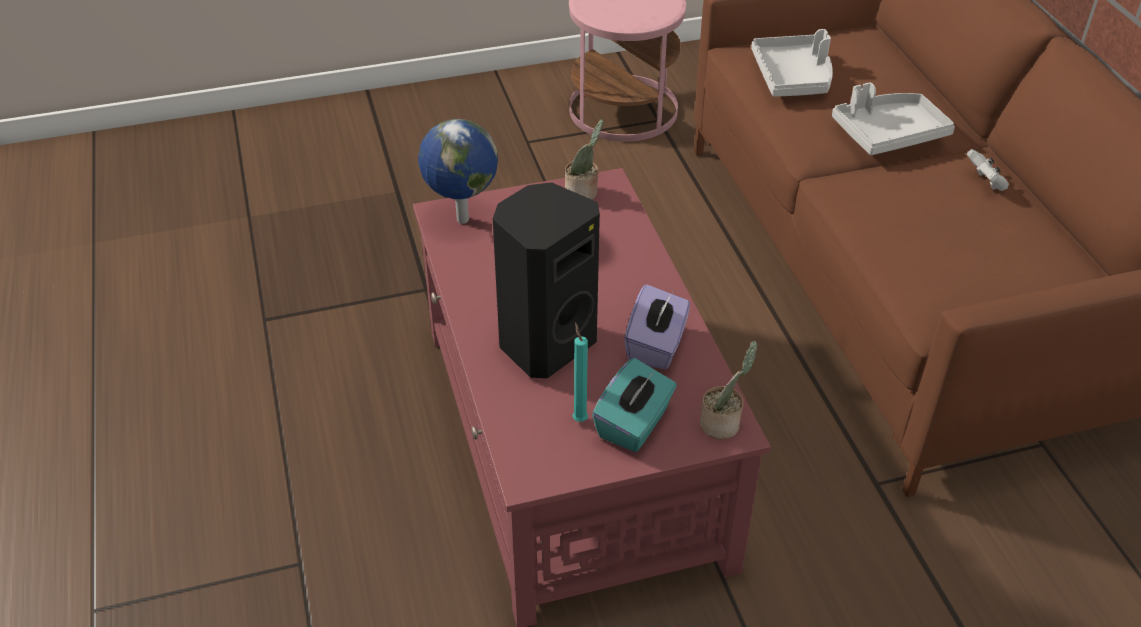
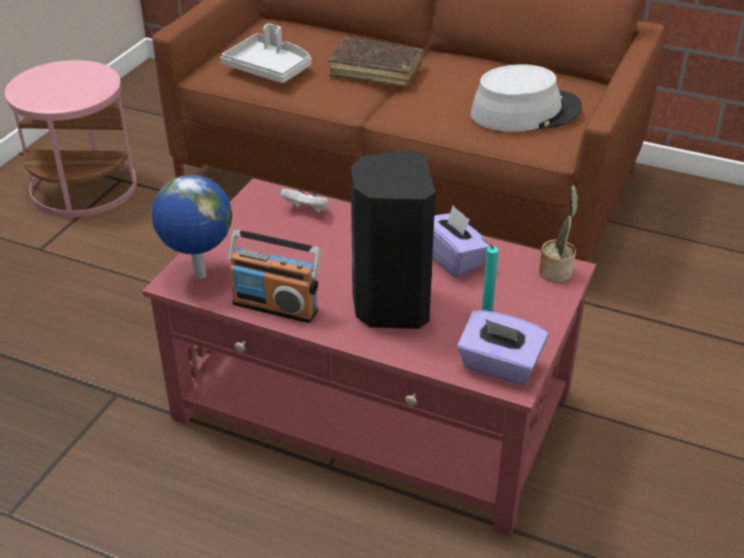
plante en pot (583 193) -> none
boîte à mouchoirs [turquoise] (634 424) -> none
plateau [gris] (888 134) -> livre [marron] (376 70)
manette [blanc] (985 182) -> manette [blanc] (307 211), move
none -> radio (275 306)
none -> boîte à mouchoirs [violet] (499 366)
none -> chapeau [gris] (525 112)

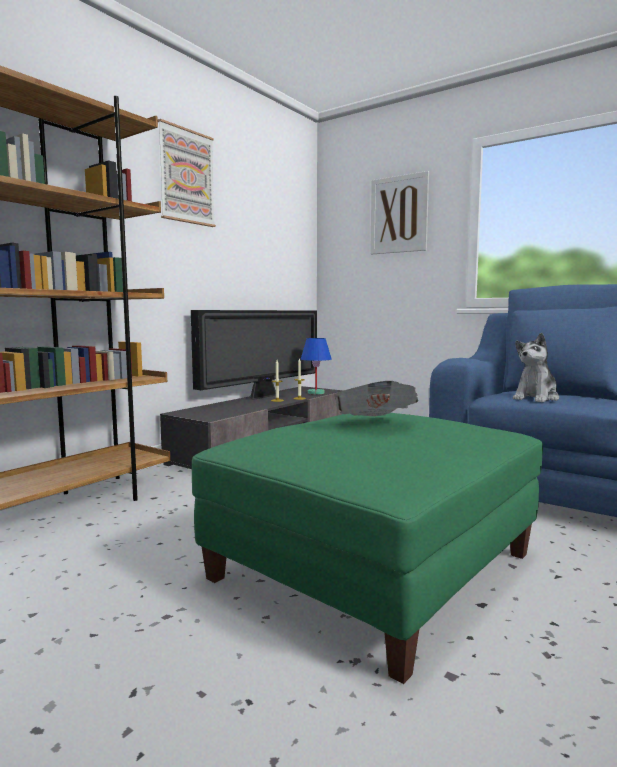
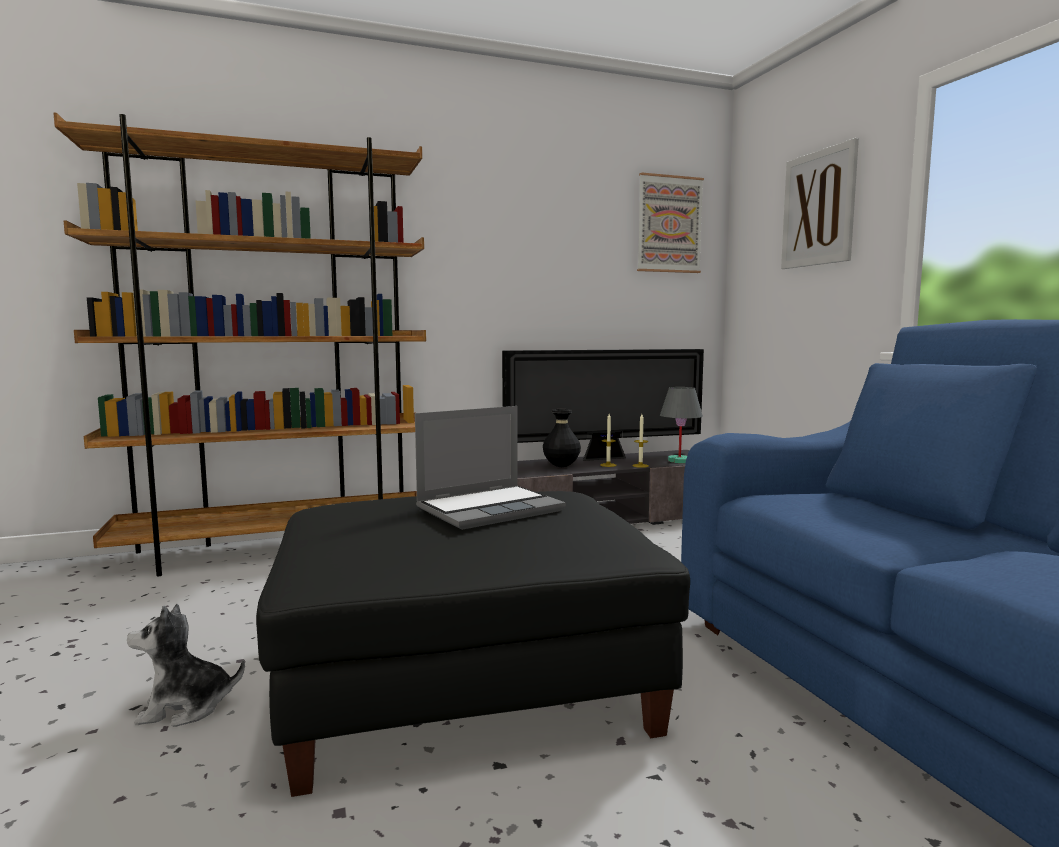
tableau (186 176) -> tableau (669 224), move
pouf [vert] (373 566) -> pouf [noir] (466 681)
lampe de table [bleu] (315 393) -> lampe de table [gris] (679 460)
journal (375 424) -> ordinateur portable (490 509)
peluche (536 398) -> peluche (185 708), move
none -> vase [noir] (561 467)

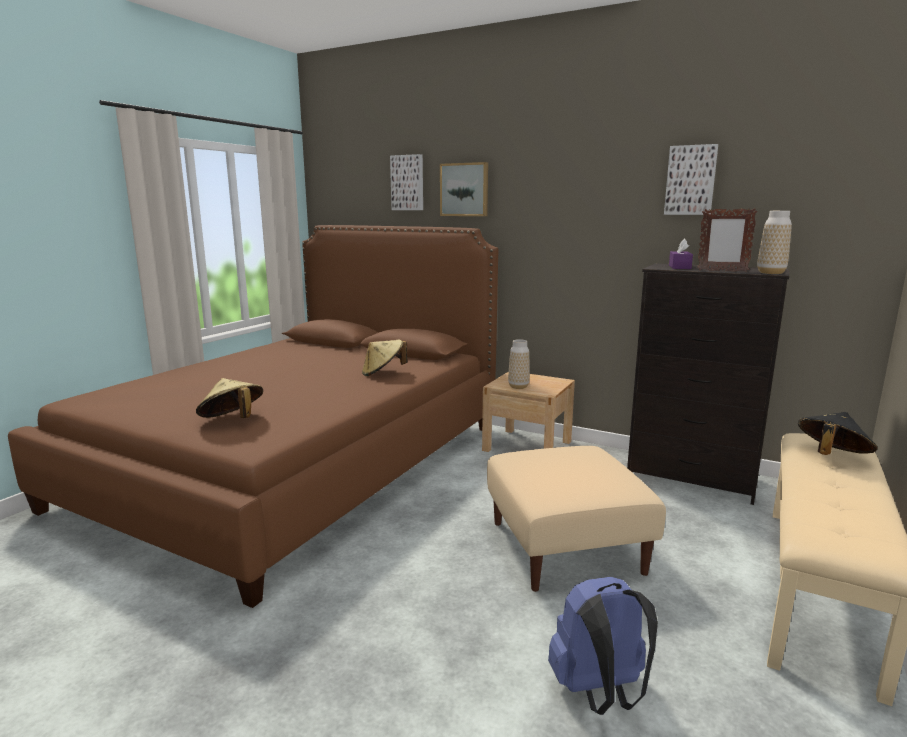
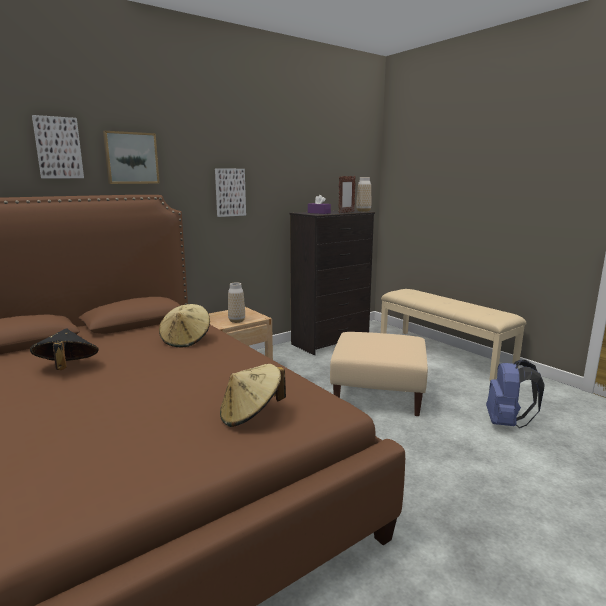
tableau (690 180) -> tableau (229 192), move
chapeau [noir] (831 456) -> chapeau [noir] (67 368), move

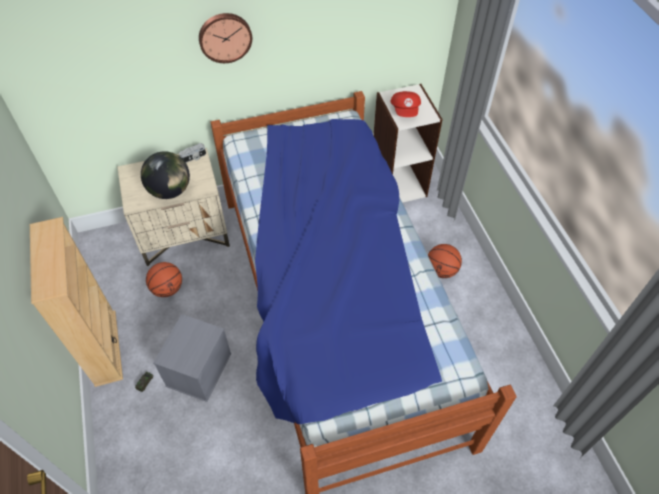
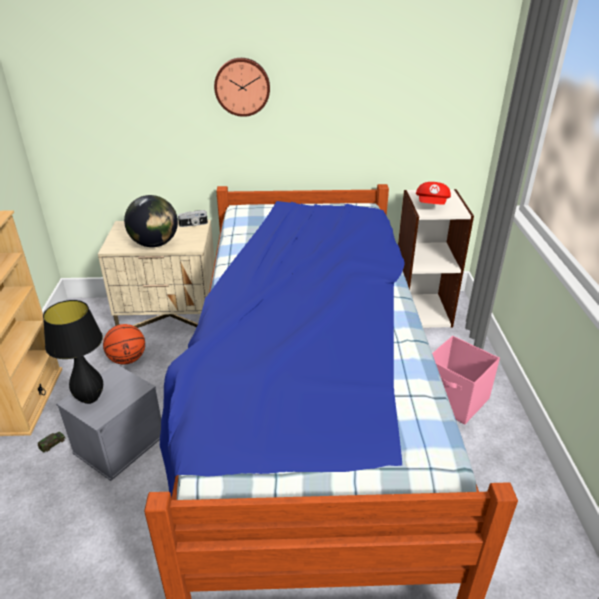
ballon de basket (441 270) -> boîte de rangement [rose] (454 400)
none -> lampe de table [noir] (90 398)

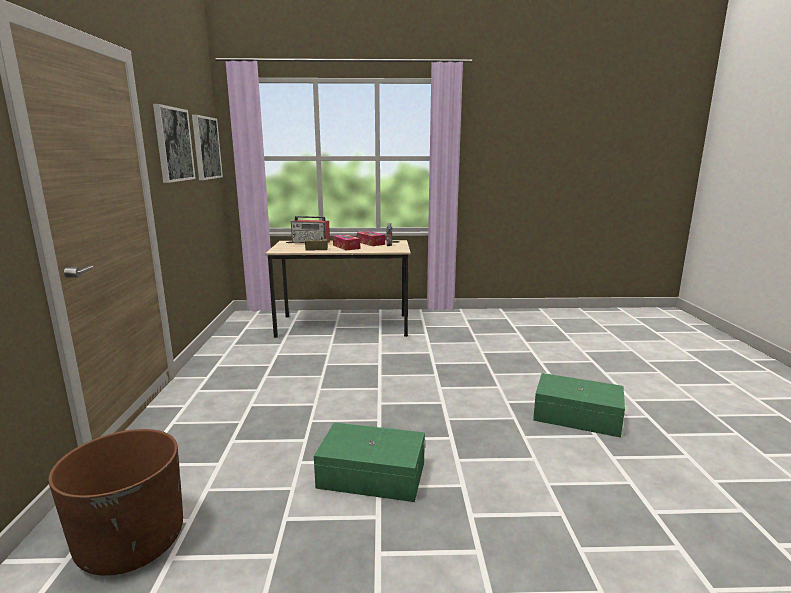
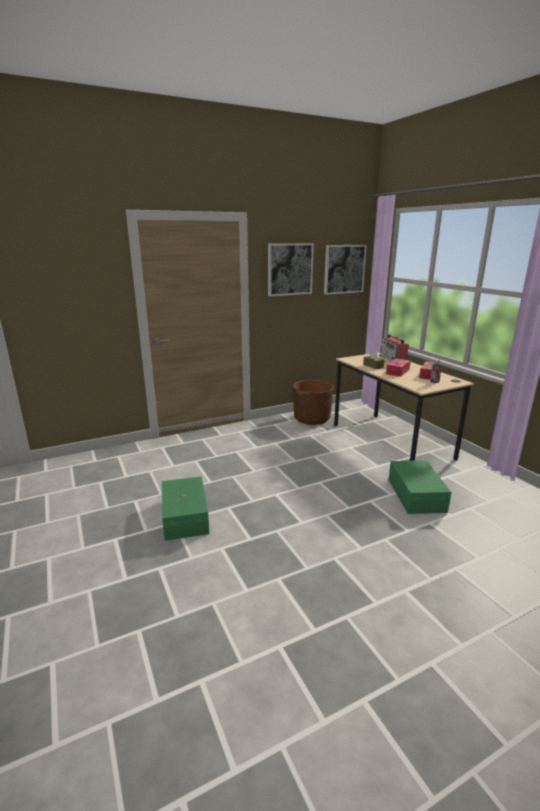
cache-pot [marron] (131 542) -> cache-pot [marron] (311 419), move
boîte de rangement [vert] (576 415) -> boîte de rangement [vert] (417 495), move

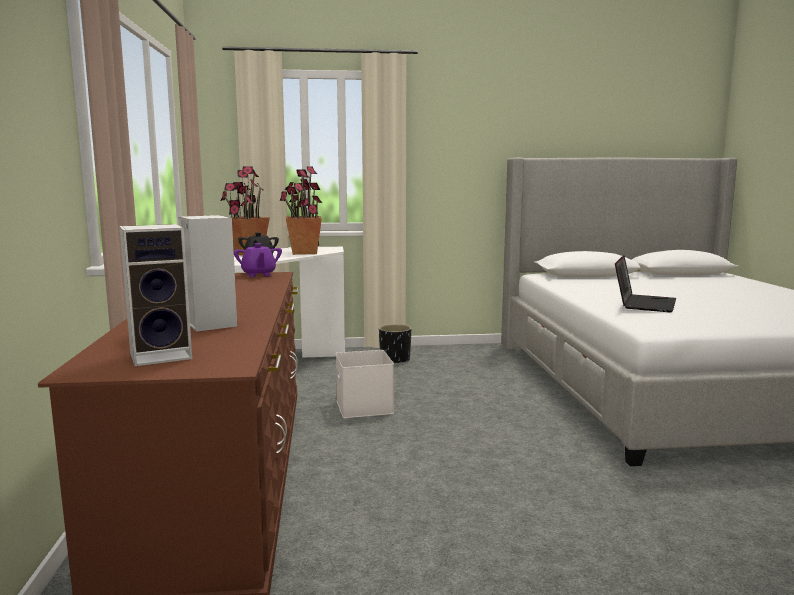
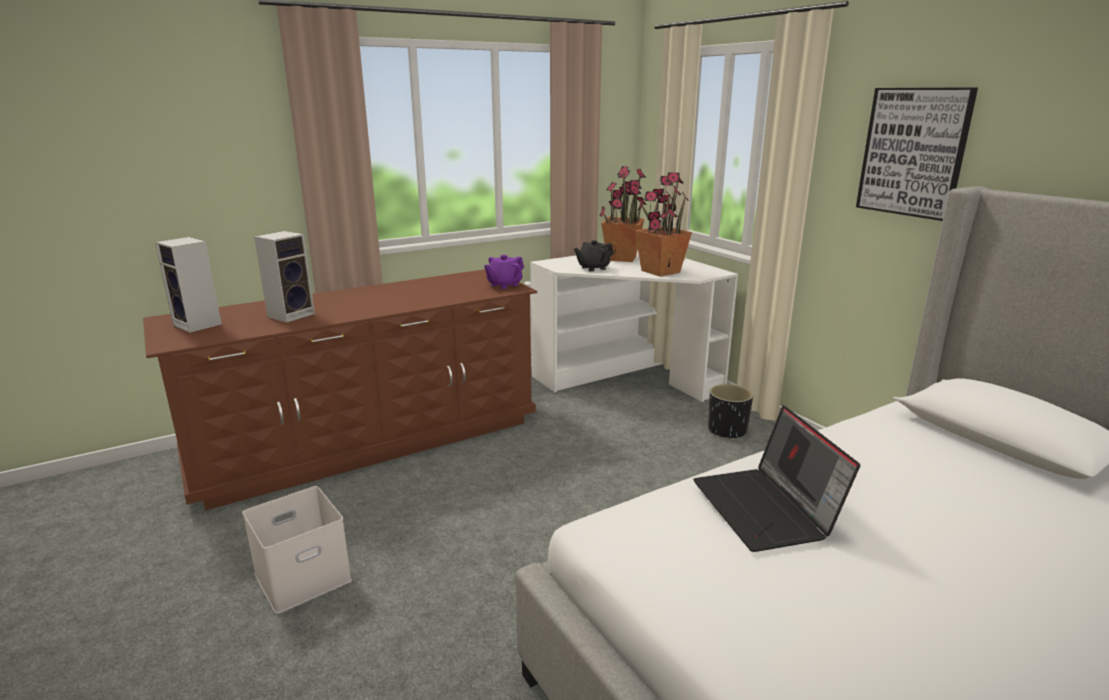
boîte de rangement [blanc] (363 406) -> boîte de rangement [blanc] (304 575), move
ordinateur portable (643 304) -> ordinateur portable (767 509), 75 degrees clockwise
none -> tableau (914 152)

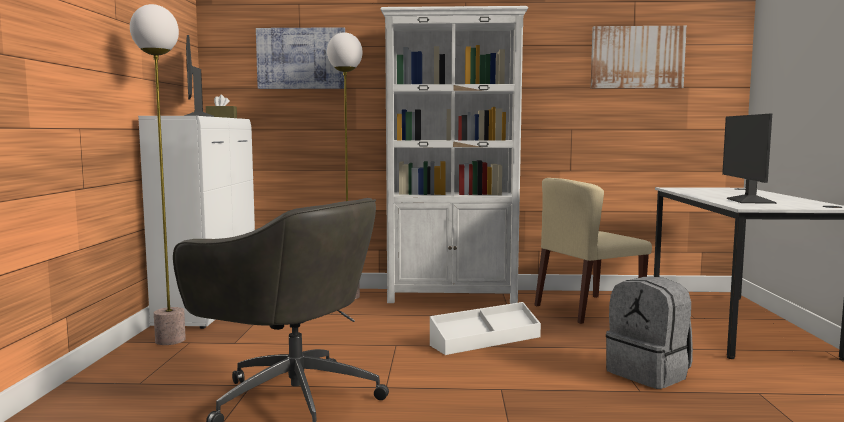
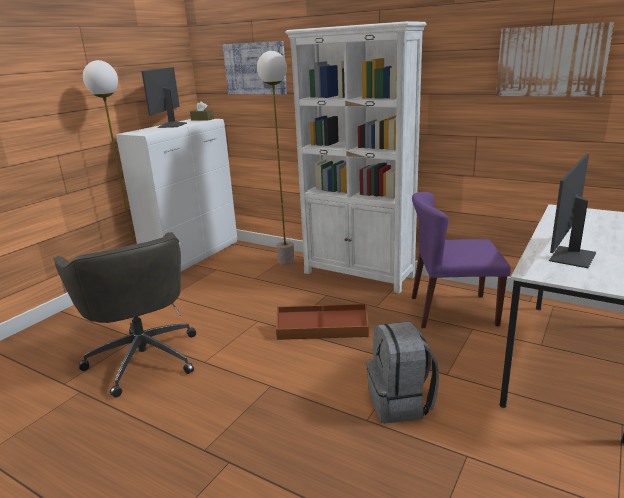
boîte de rangement [blanc] (485 340) -> boîte de rangement [marron] (322 331)
chaise [beige] (588 309) -> chaise [violet] (452 311)

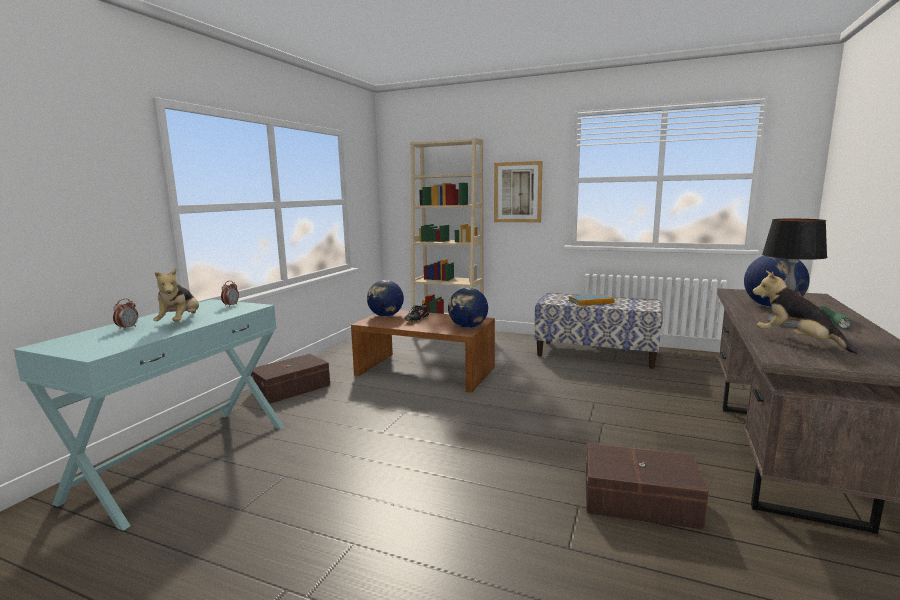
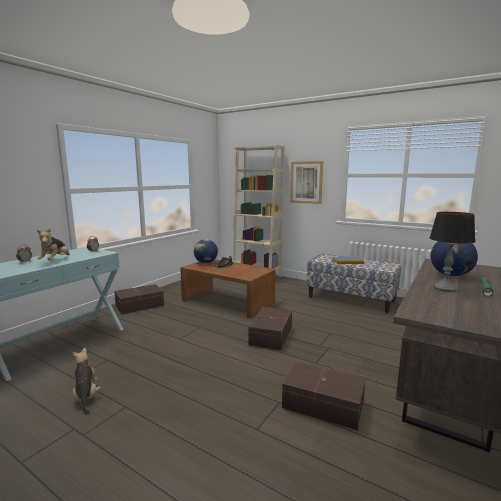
globe (468 327) -> none
peluche (797 342) -> peluche (86 396), move
none -> boîte de rangement [marron] (270 336)

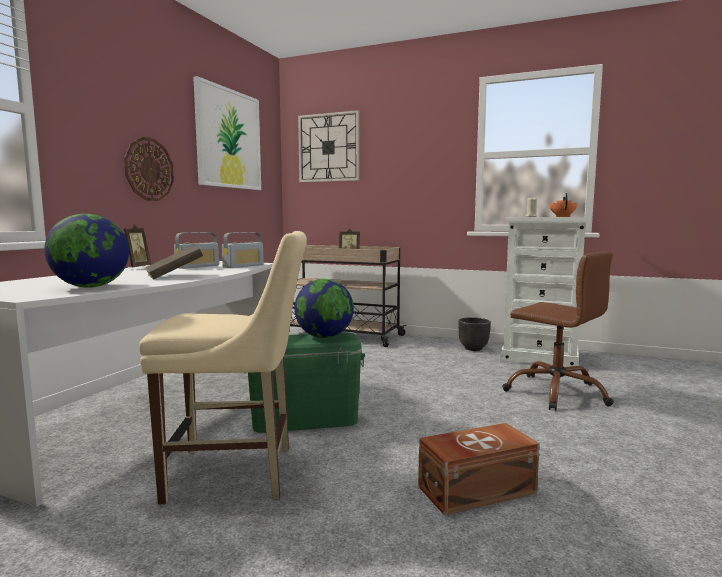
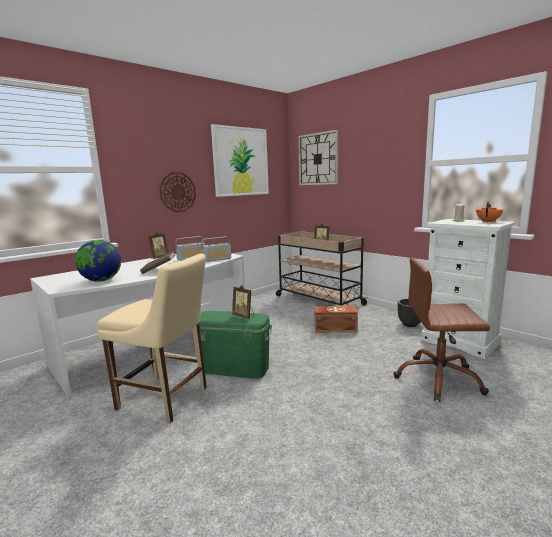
globe (324 337) -> cadre photo (244 316)
boîte de rangement [marron] (474 489) -> boîte de rangement [marron] (334 328), move
chaise de bureau [marron] (556 392) -> chaise de bureau [marron] (438 379), 120 degrees clockwise

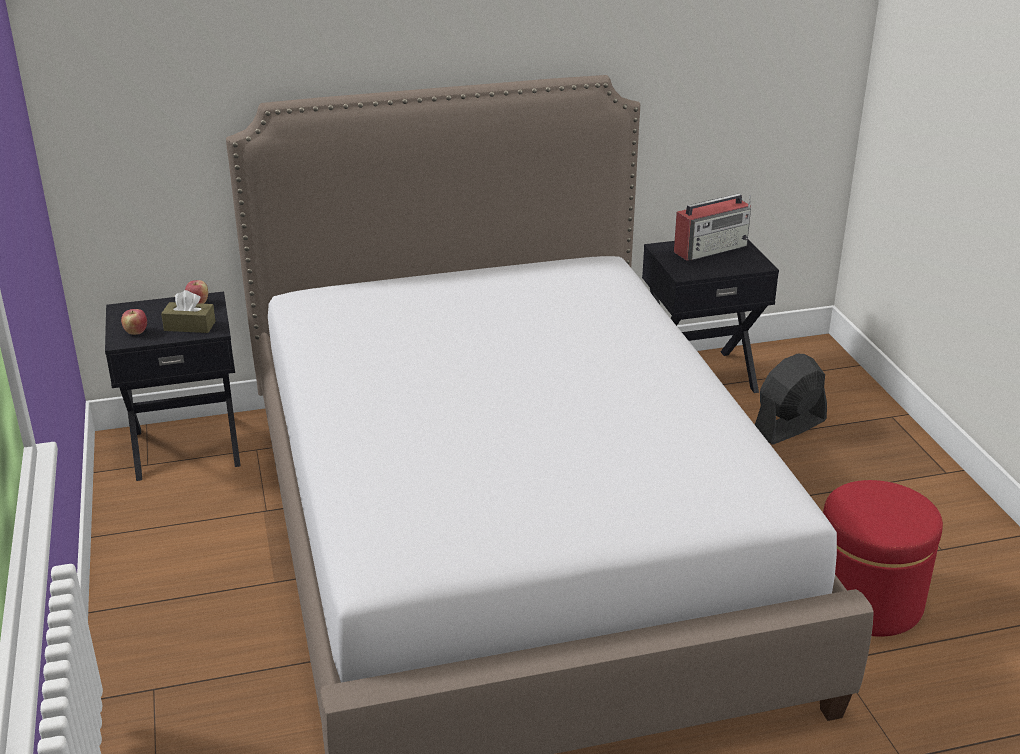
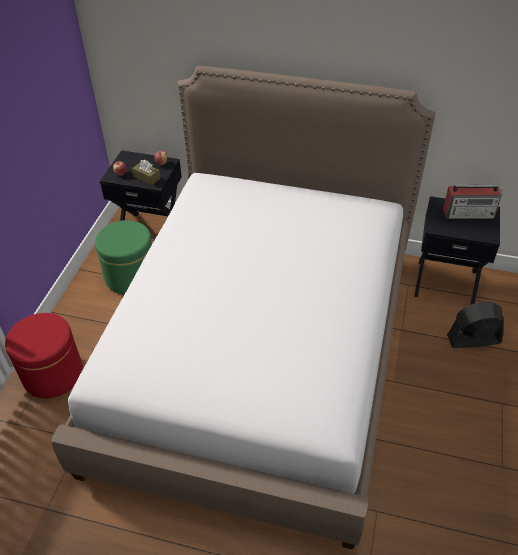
pouf [rouge] (866 601) -> pouf [rouge] (53 374), move
none -> pouf [vert] (131 276)

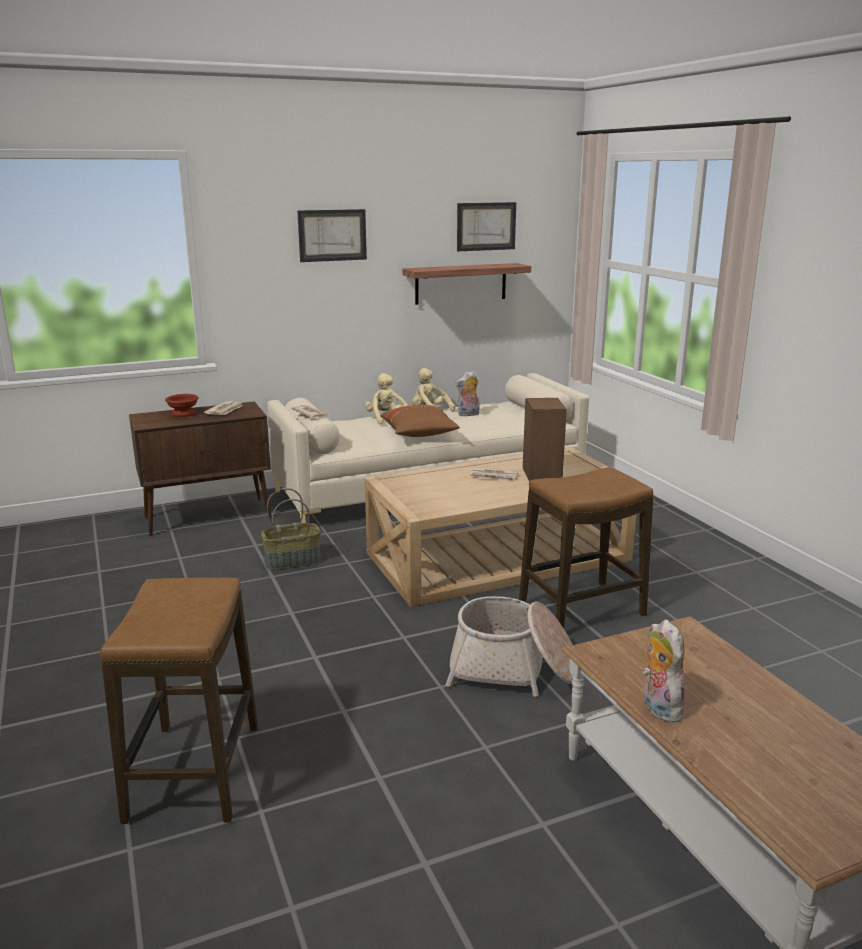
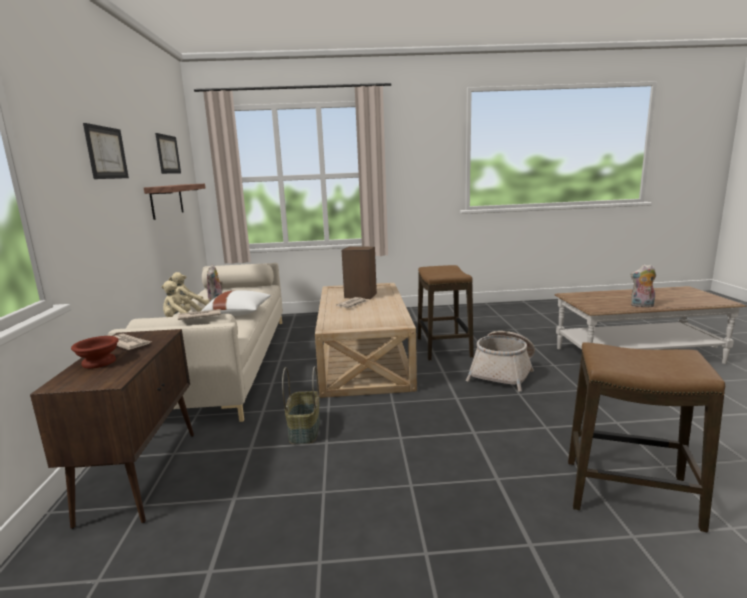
coussin [marron] (419 434) -> coussin [blanc] (239 314)

